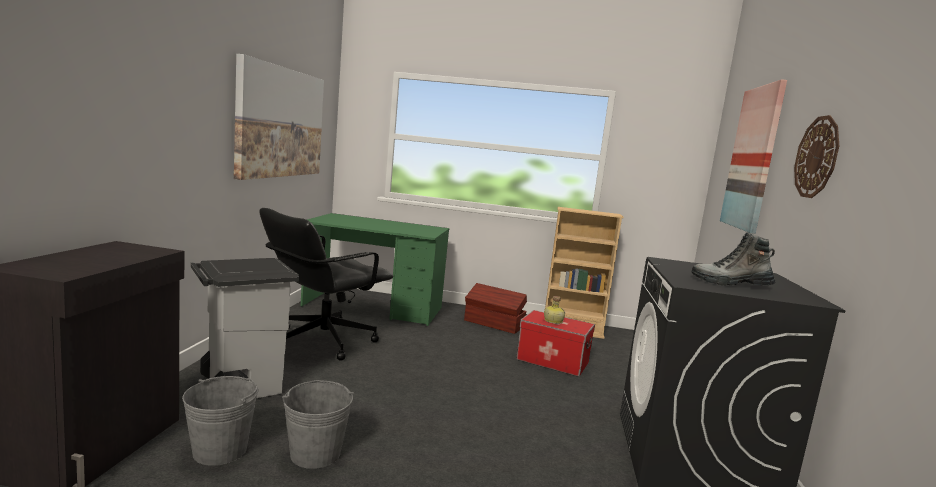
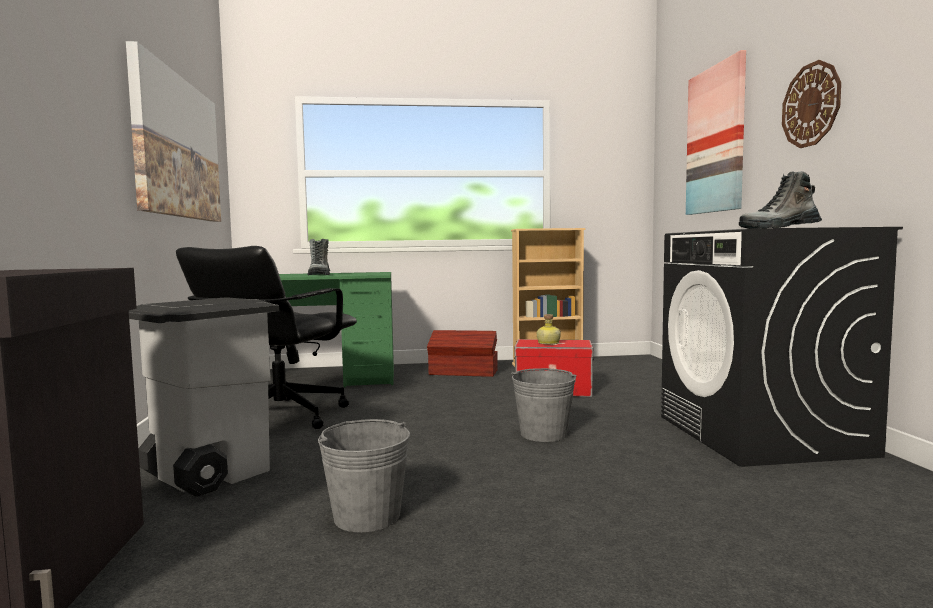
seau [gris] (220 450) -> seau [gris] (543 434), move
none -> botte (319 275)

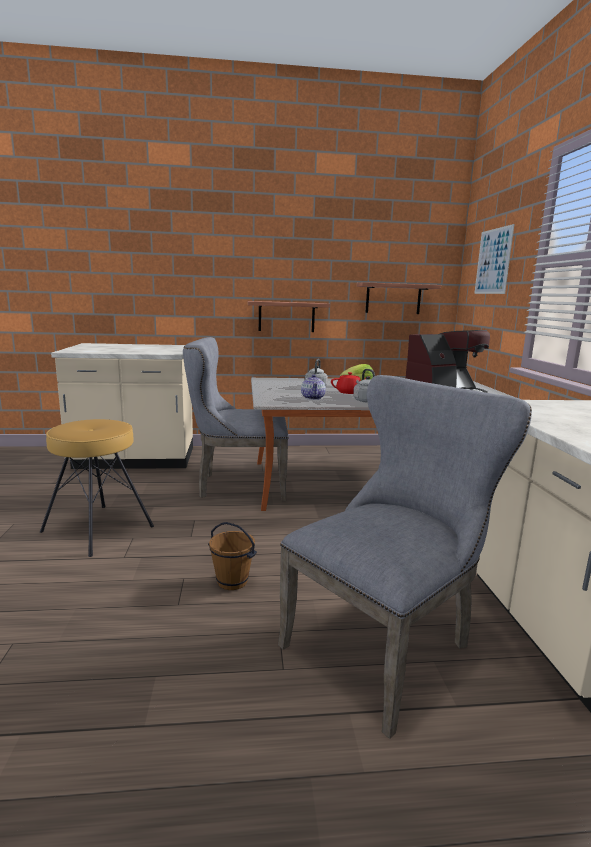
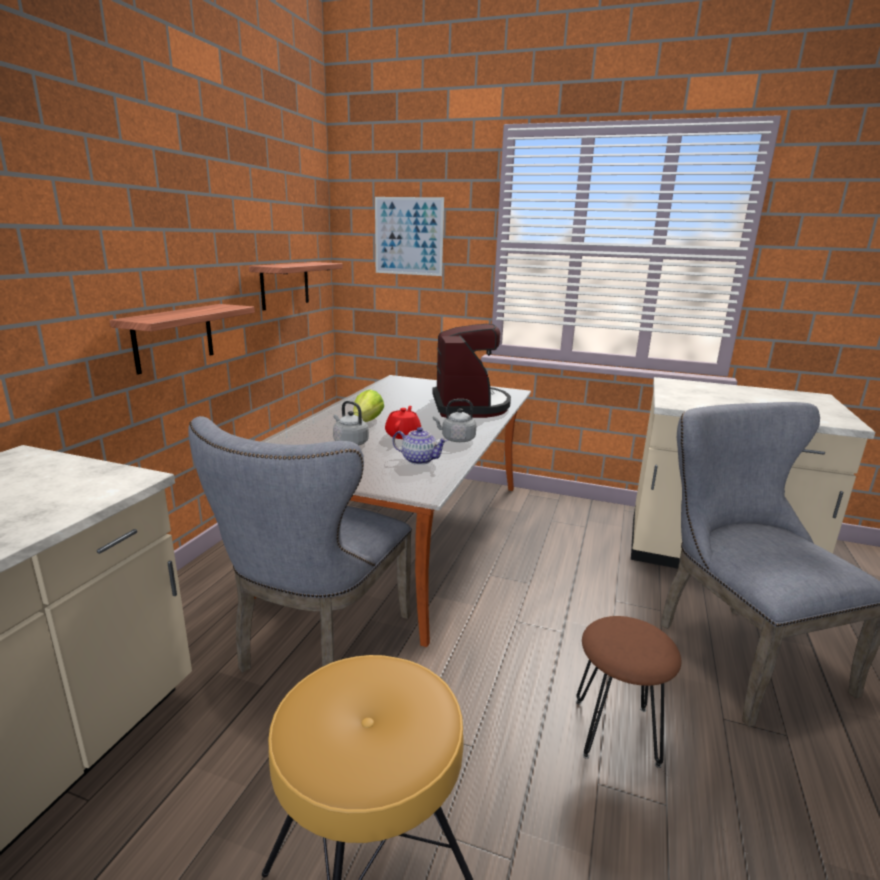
seau [marron] (232 581) -> tabouret [marron] (615 730)

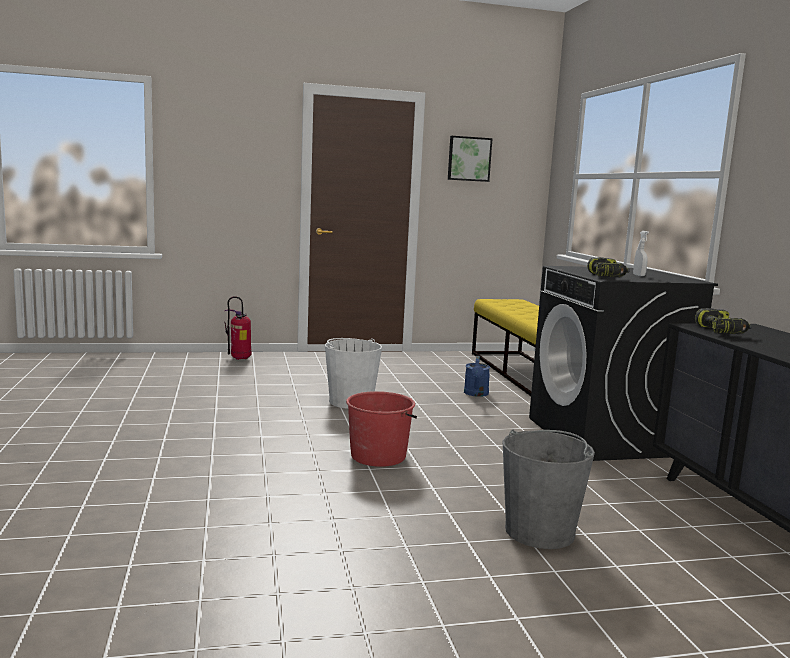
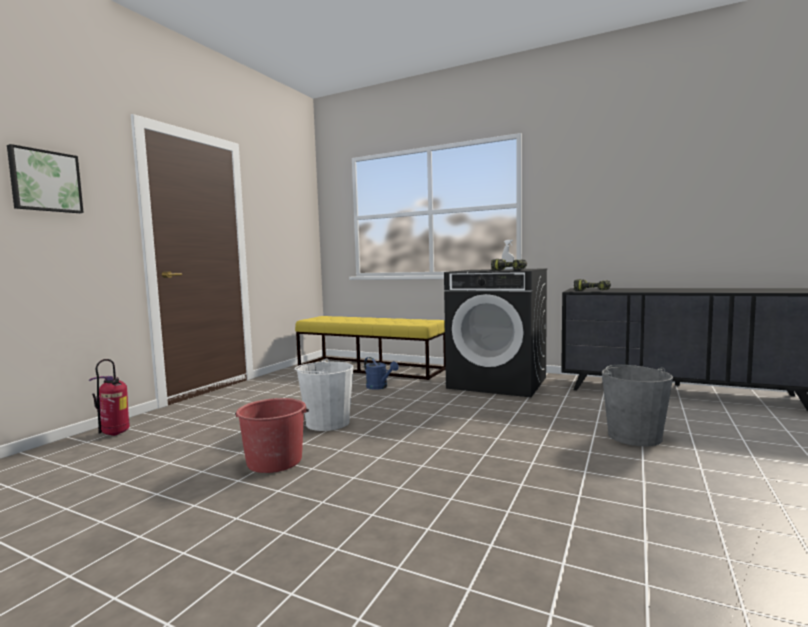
seau [rouge] (379 456) -> seau [rouge] (274 461), move
tableau (469 159) -> tableau (45 181), move

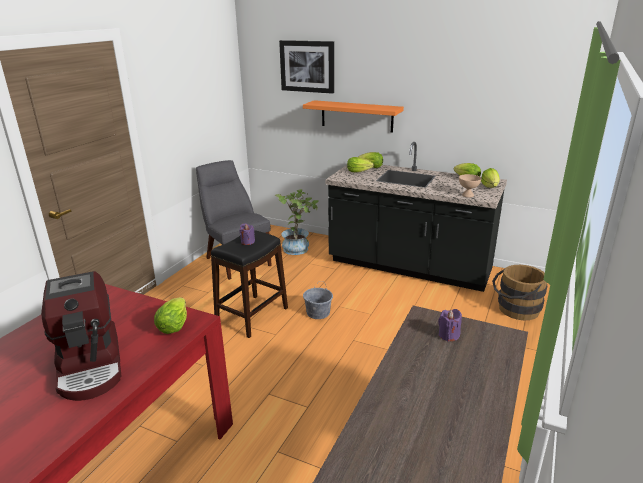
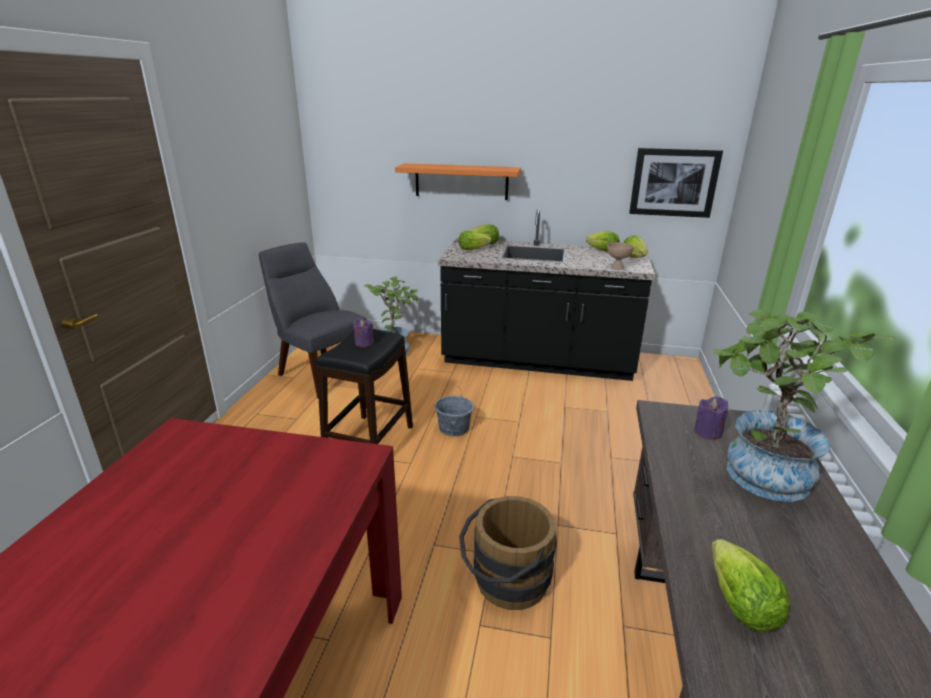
machine à café (91 366) -> none
laitue (173 326) -> laitue (739 605), move
tableau (307 66) -> tableau (674 182), move
seau [marron] (515 310) -> seau [marron] (505 582), move
none -> plante en pot (756 478)

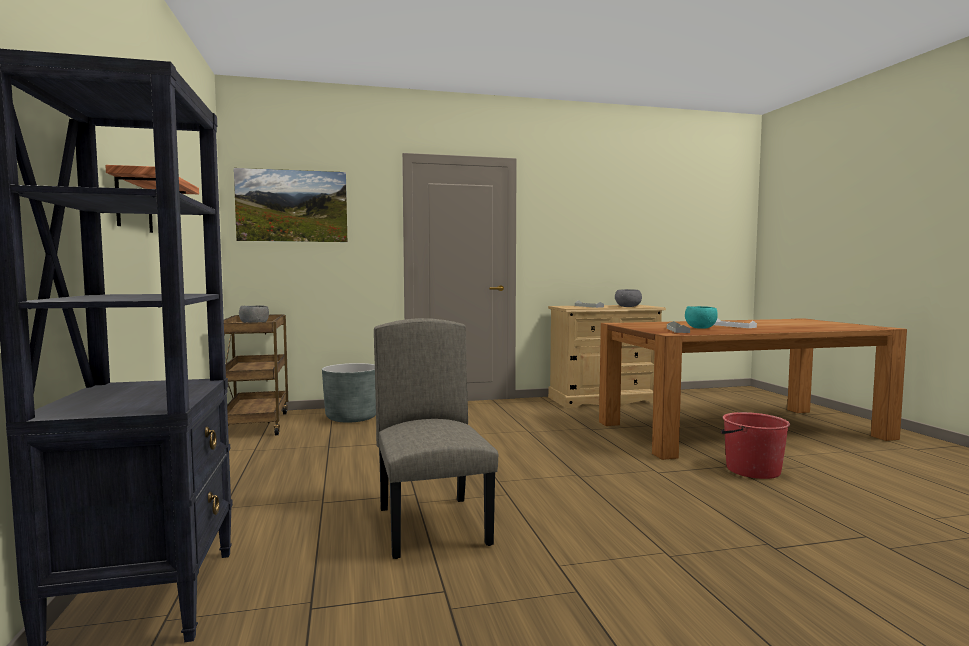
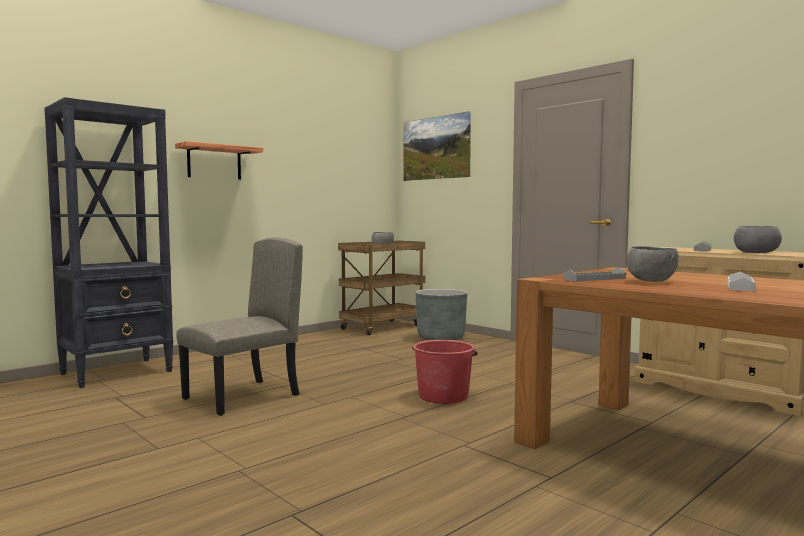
bol [turquoise] (700 328) -> bol [gris] (652 281)
seau [rouge] (752 470) -> seau [rouge] (443 396), move

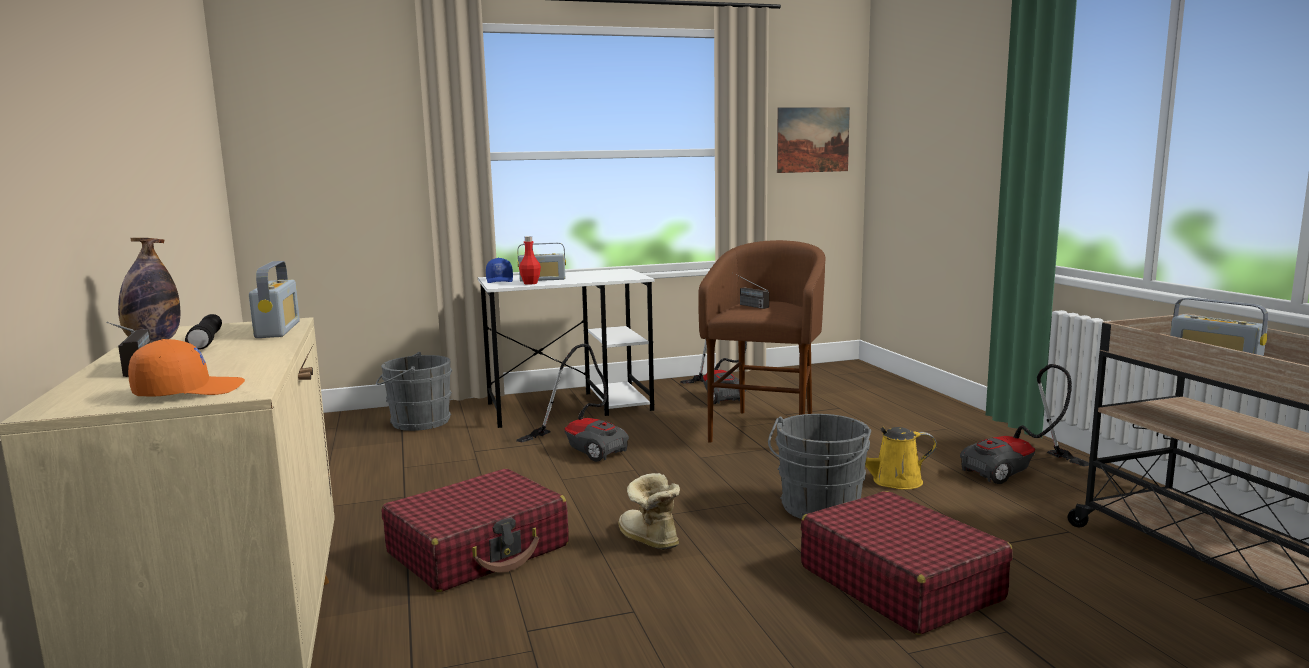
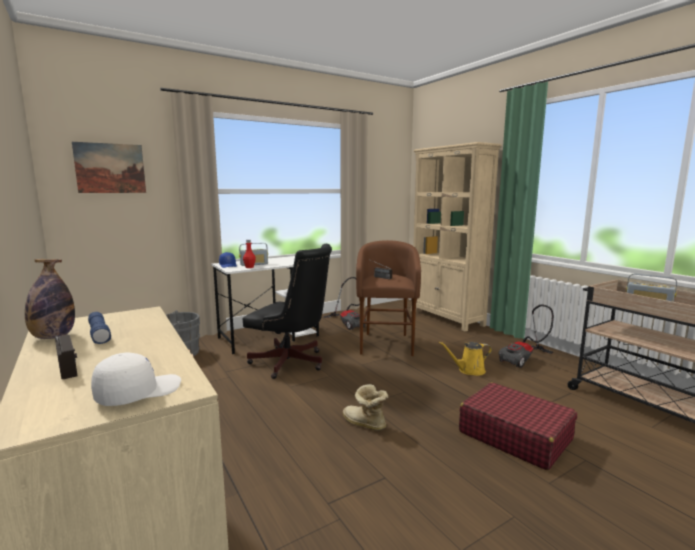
casquette [orange] (189 391) -> casquette [blanc] (138 392)
lampe de poche [noir] (207 341) -> lampe de poche [bleu] (100 334)
radio (278 330) -> none
valise [rouge] (479 550) -> none
aspirateur (584 448) -> chaise de bureau [noir] (292 363)
seau [gris] (819 509) -> none
tableau (812 140) -> tableau (110 168), move
none -> bibliothèque [beige] (446 318)

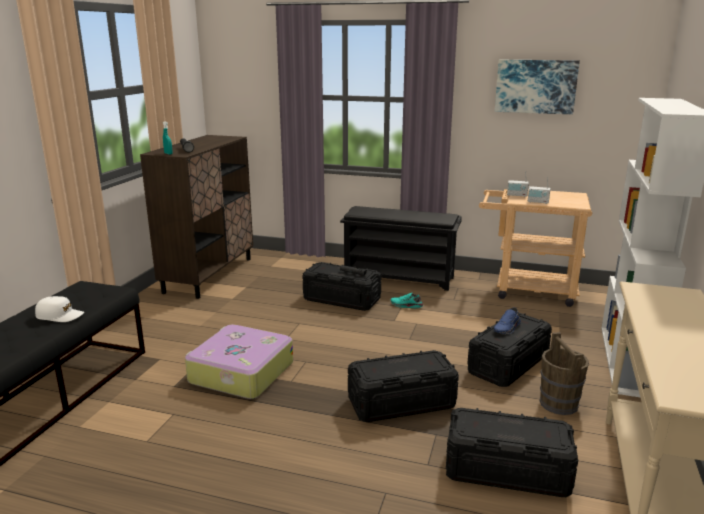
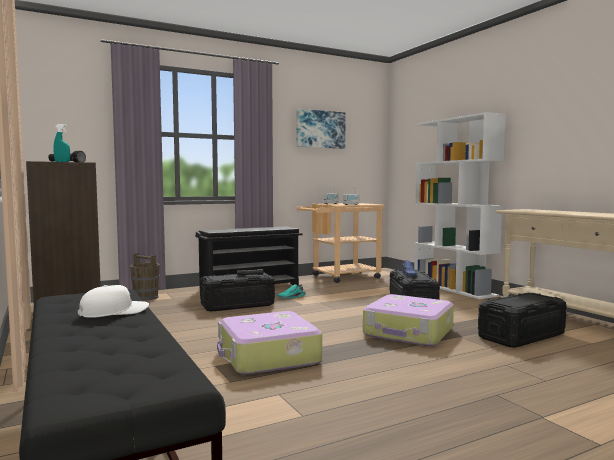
boîte de rangement [noir] (401 403) -> valise (409 332)
seau [marron] (558 403) -> seau [marron] (145 297), move

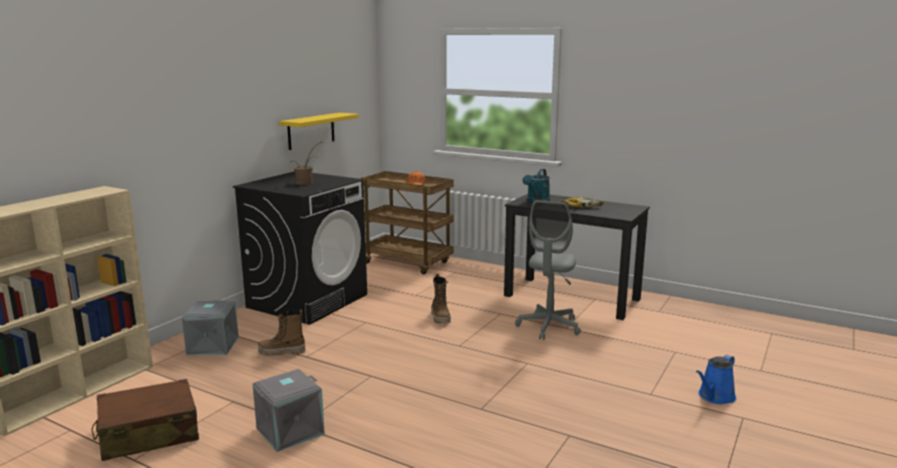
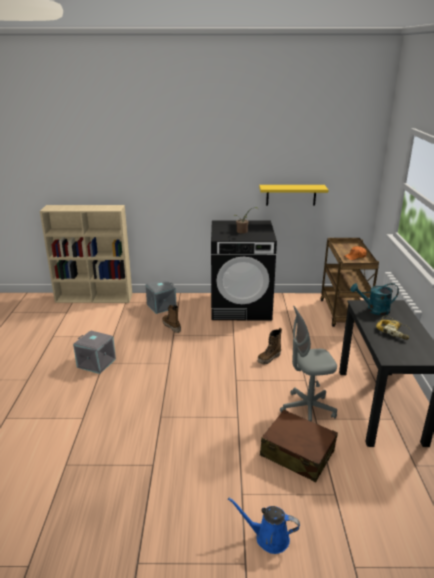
valise [marron] (148 434) -> valise [marron] (297 453), move

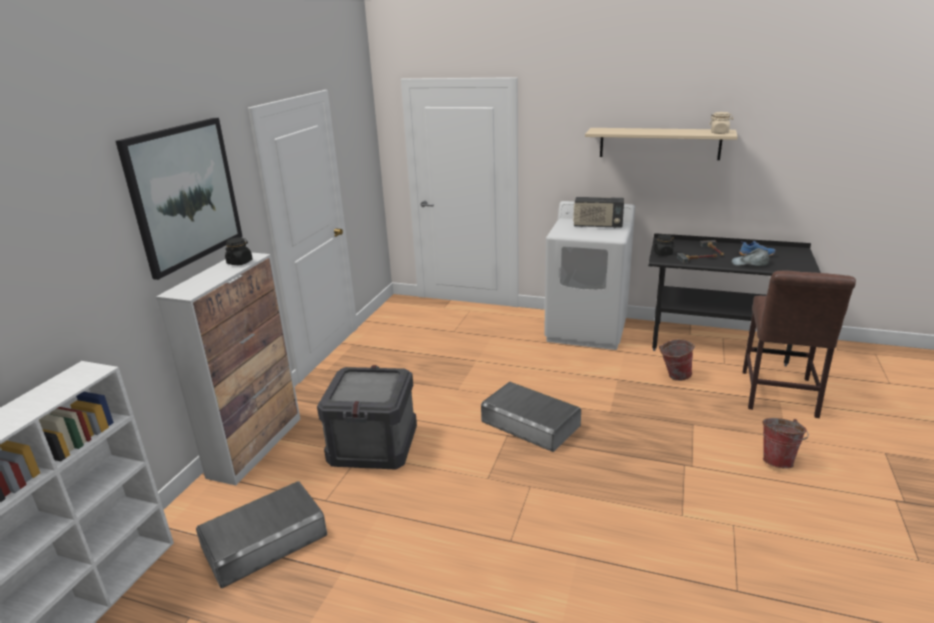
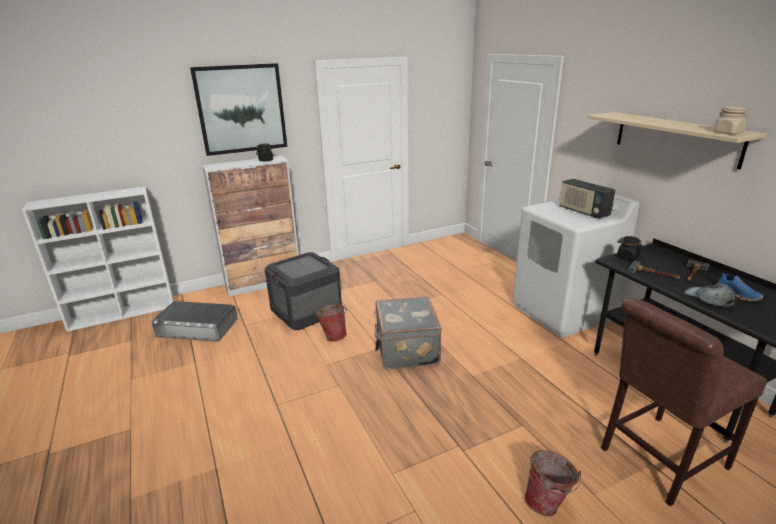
boîte de rangement [gris] (530 423) -> valise [gris] (406 350)
seau (674 376) -> seau (333 336), move

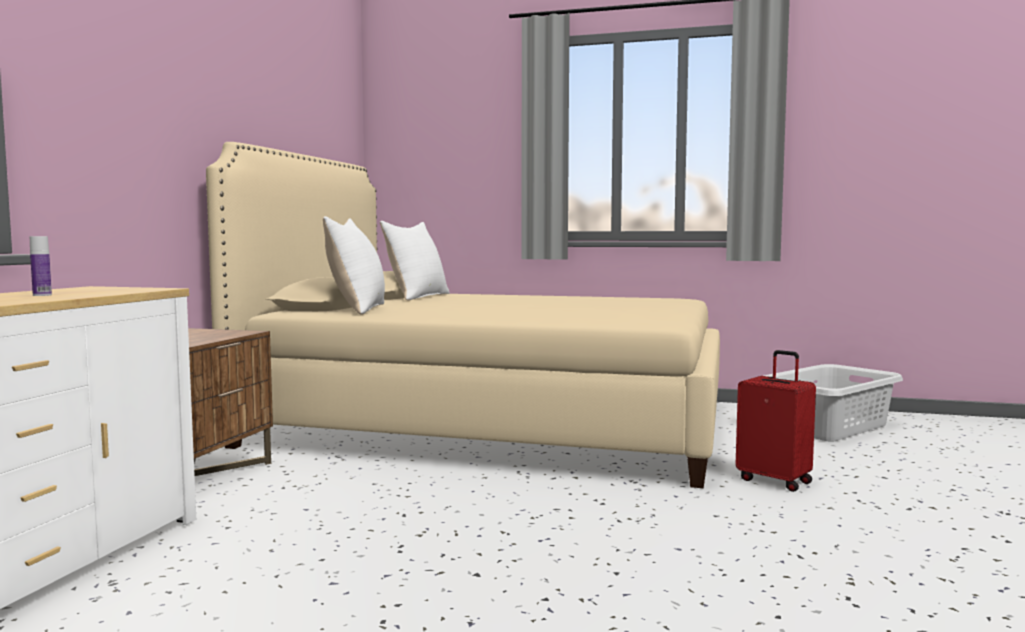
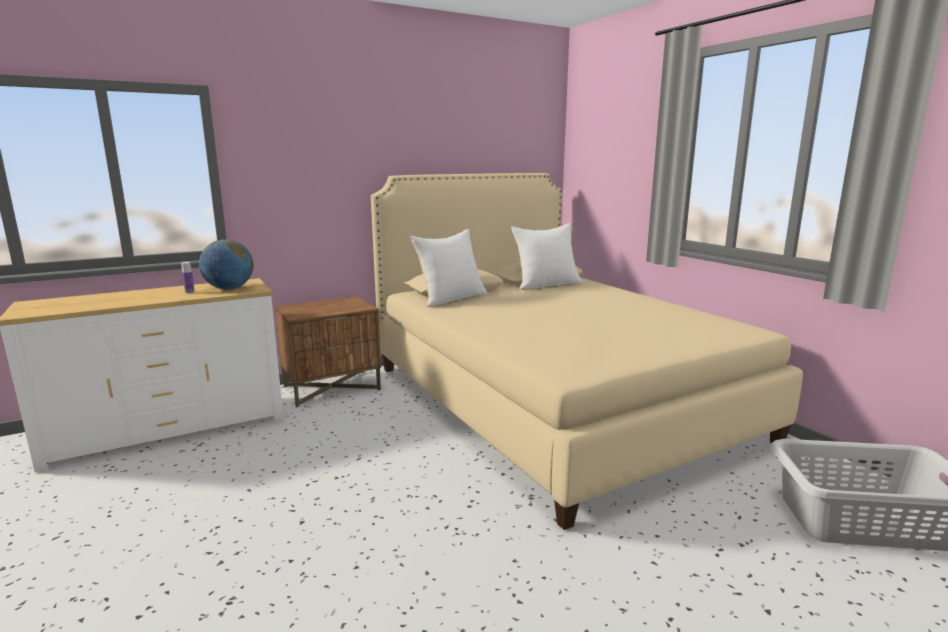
valise [rouge] (775 481) -> none
none -> globe (229 288)

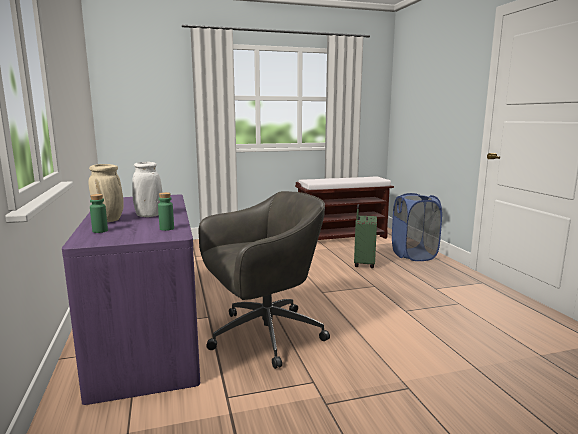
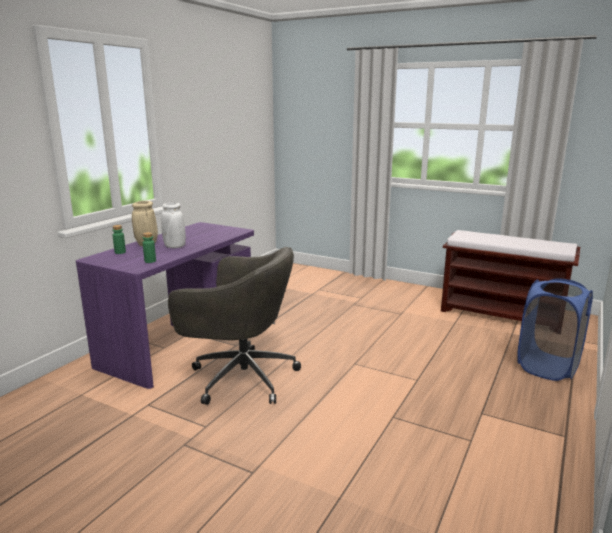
valise [vert] (363 264) -> none

